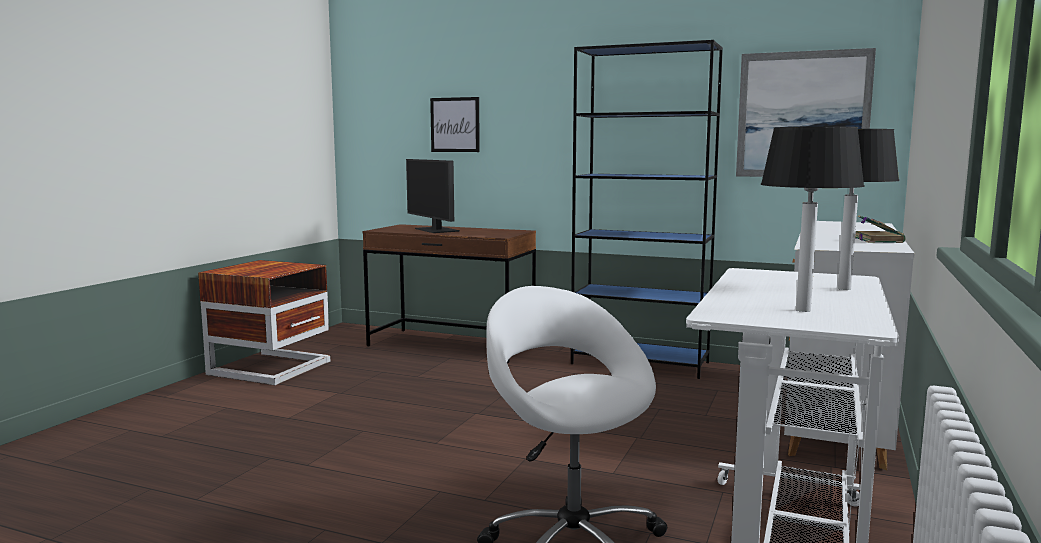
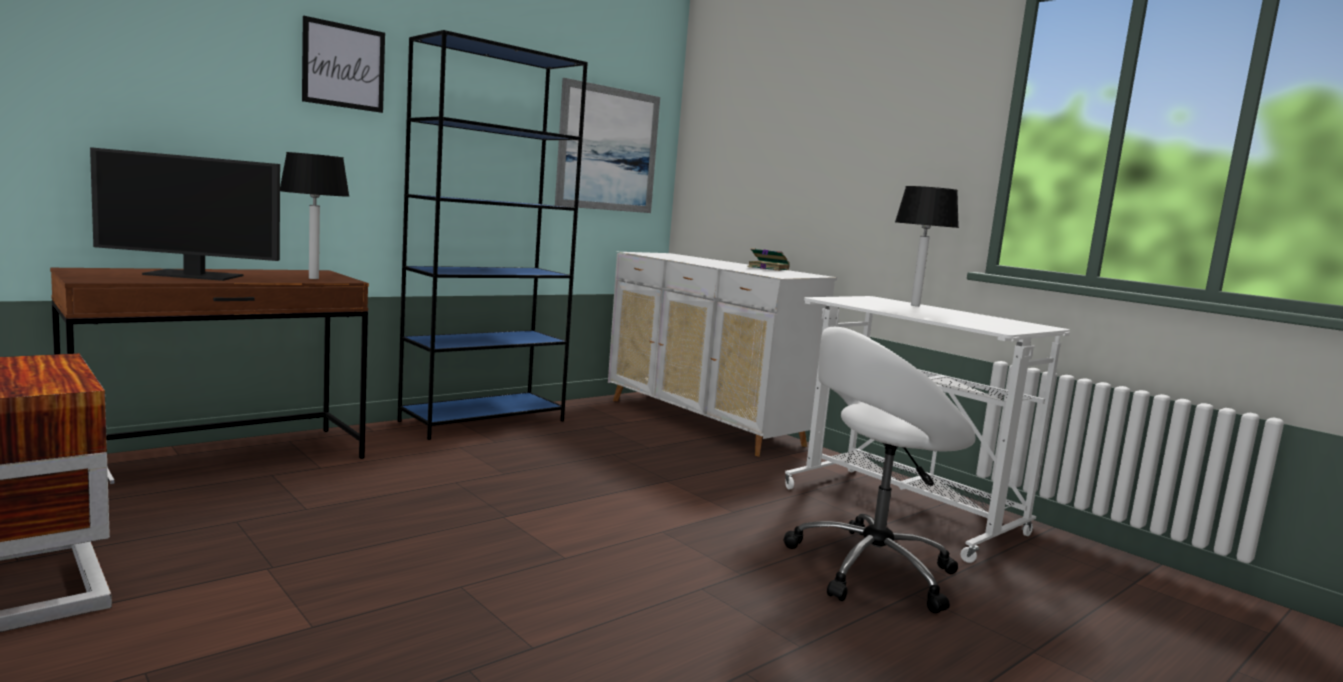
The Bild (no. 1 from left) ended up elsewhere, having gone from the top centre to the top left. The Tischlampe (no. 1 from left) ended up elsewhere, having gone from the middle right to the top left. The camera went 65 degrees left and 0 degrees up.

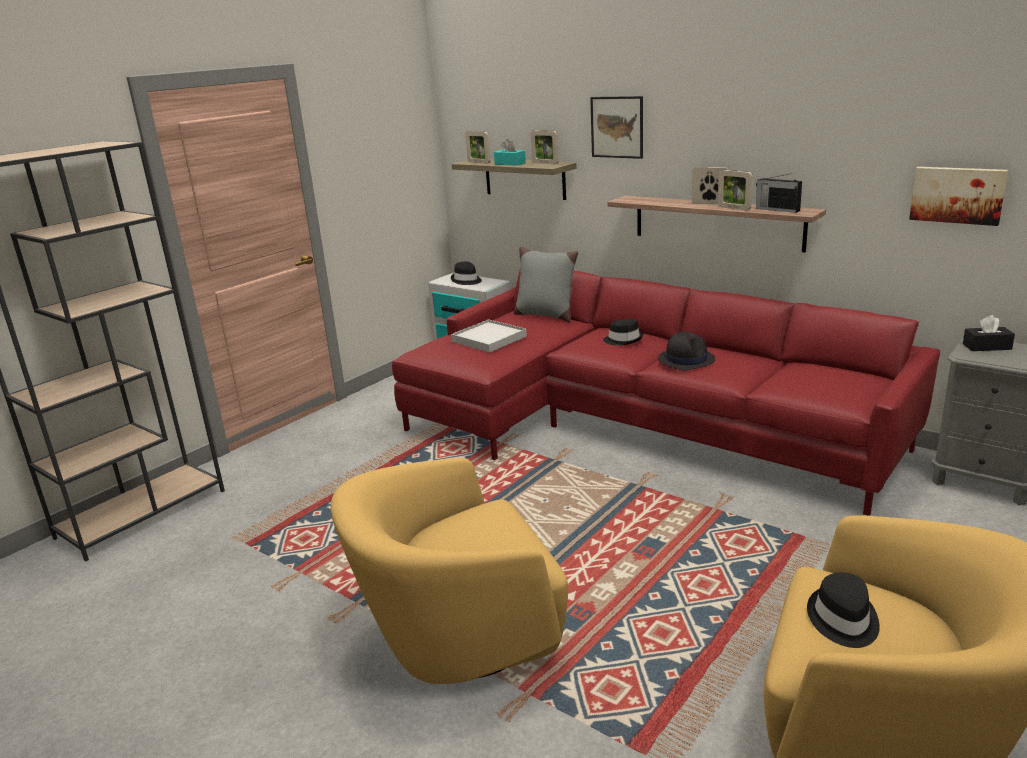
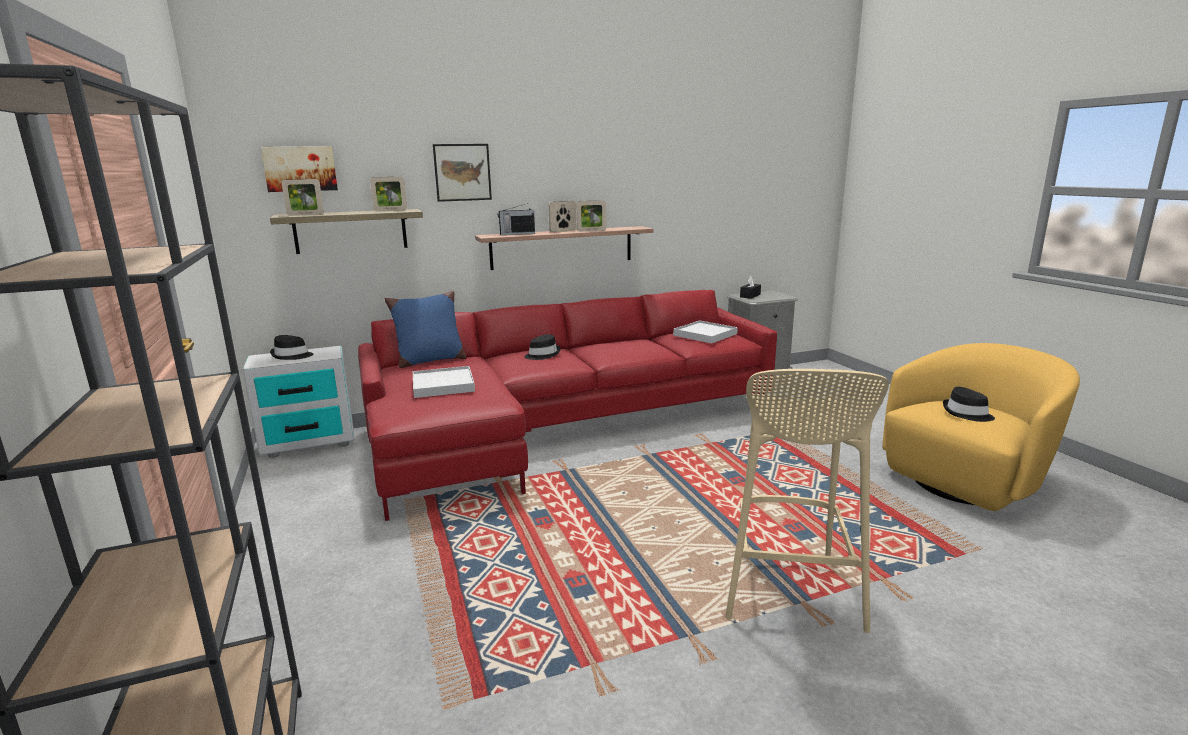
Where the Sessel [gelb] (no. 1 from left) stood at the bottom centre, the Hocker [beige] came to stand at the bottom right. The second view lost the Taschentuchbox [türkis] at the top centre. What was the Kissen [grau] at the centre turned into the Kissen [blau] at the centre. The second view lost the Hut [schwarz] (no. 3 from left) at the middle right. The Radio ended up elsewhere, having gone from the top right to the top centre. The Bild (no. 2 from left in the first image) ended up elsewhere, having gone from the top right to the top left. The second view gained the Tablett [weiß] (no. 2 from left) at the centre. The camera went 60 degrees left and 5 degrees down.

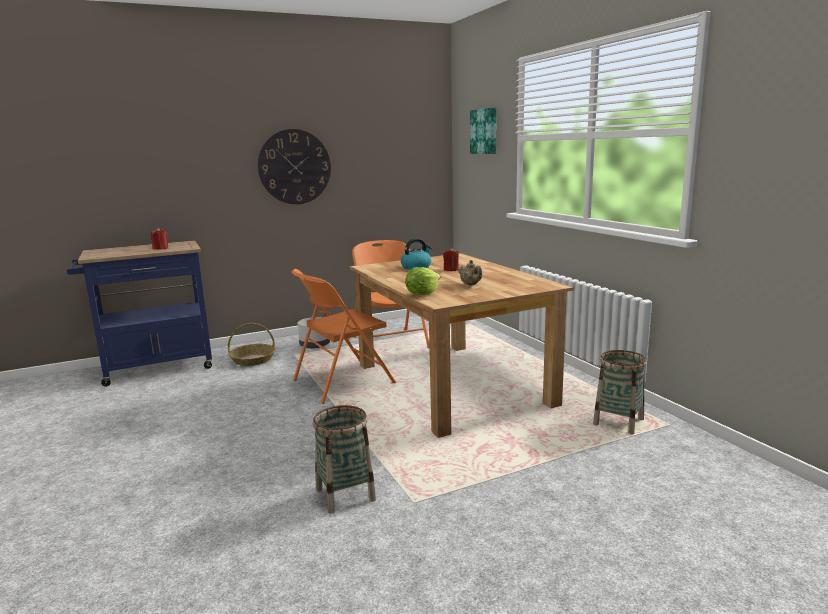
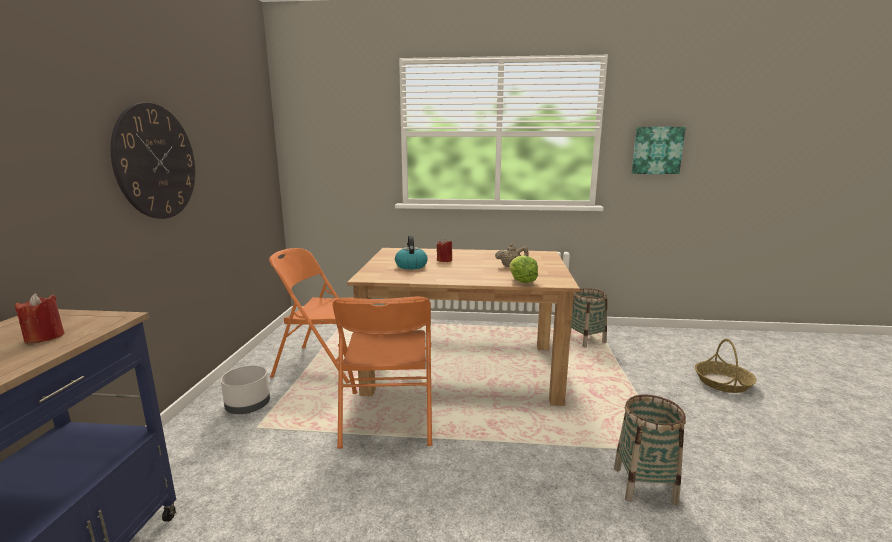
The Korb (no. 1 from left in the first image) ended up elsewhere, having gone from the middle left to the bottom right. The Bild ended up elsewhere, having gone from the top centre to the top right. The camera went 60 degrees left and 0 degrees up.

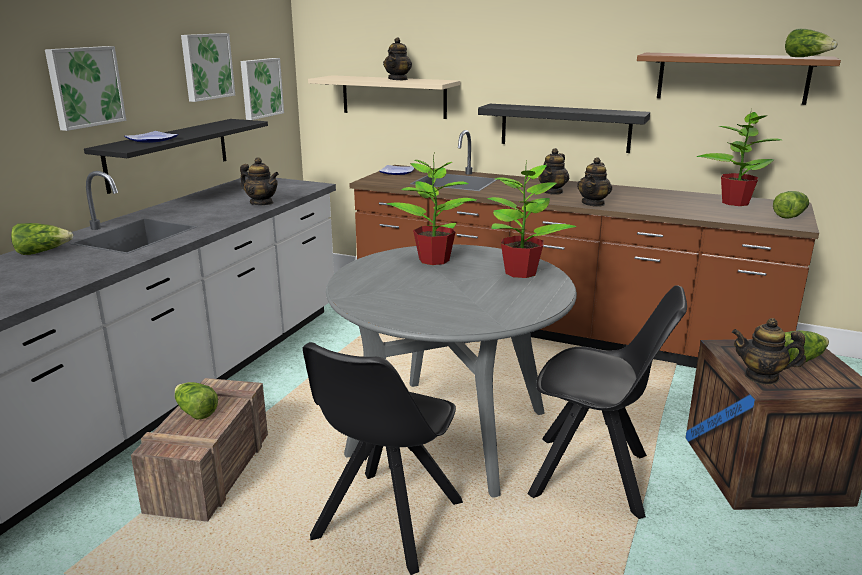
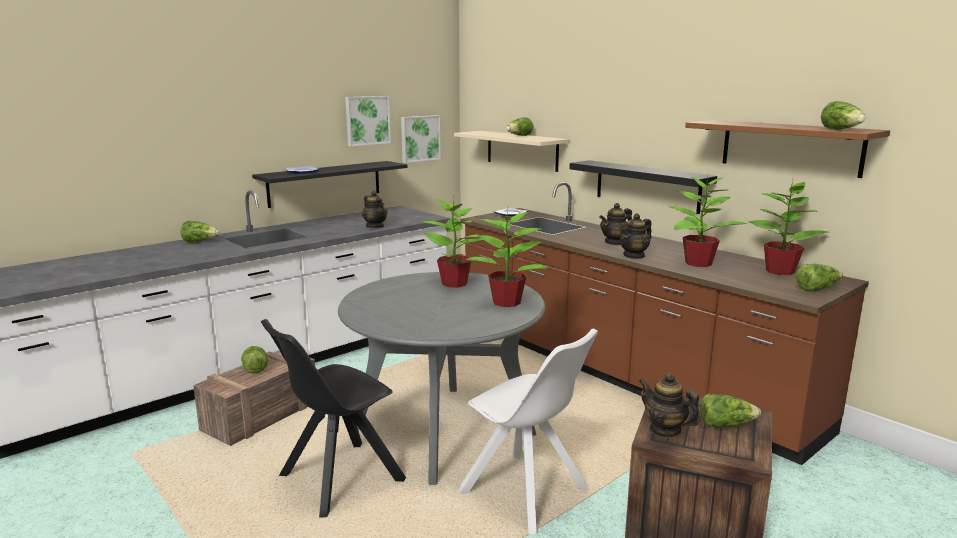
The second view lost the Bild (no. 1 from left) at the top left. Where the Teekanne (no. 2 from left) stood at the top centre, the Salatkopf (no. 3 from left) came to stand at the top centre. What was the Stuhl [schwarz] (no. 2 from left) at the bottom right turned into the Stuhl [weiß] at the bottom centre. The second view gained the Topfpflanze (no. 3 from left) at the middle right. The camera went 25 degrees right and 5 degrees down.

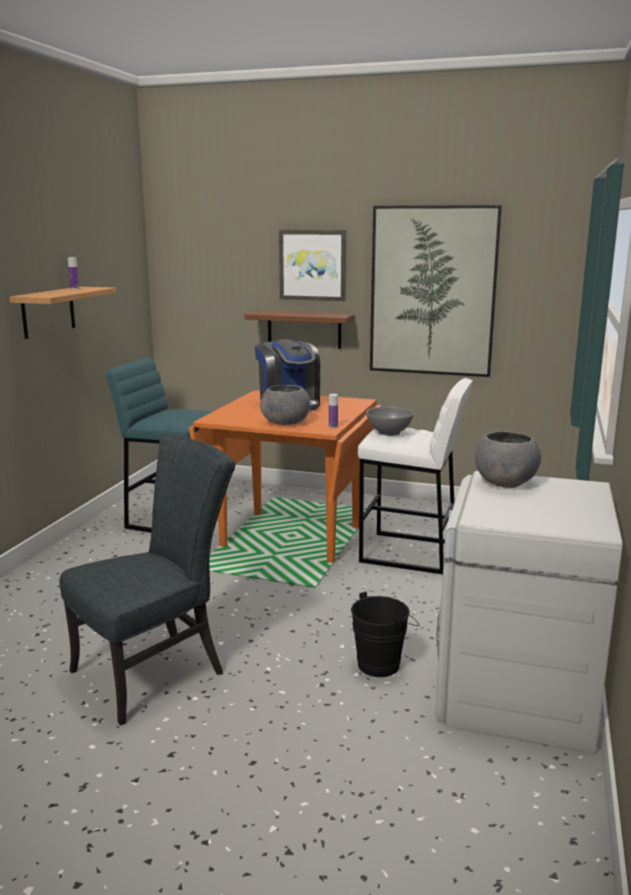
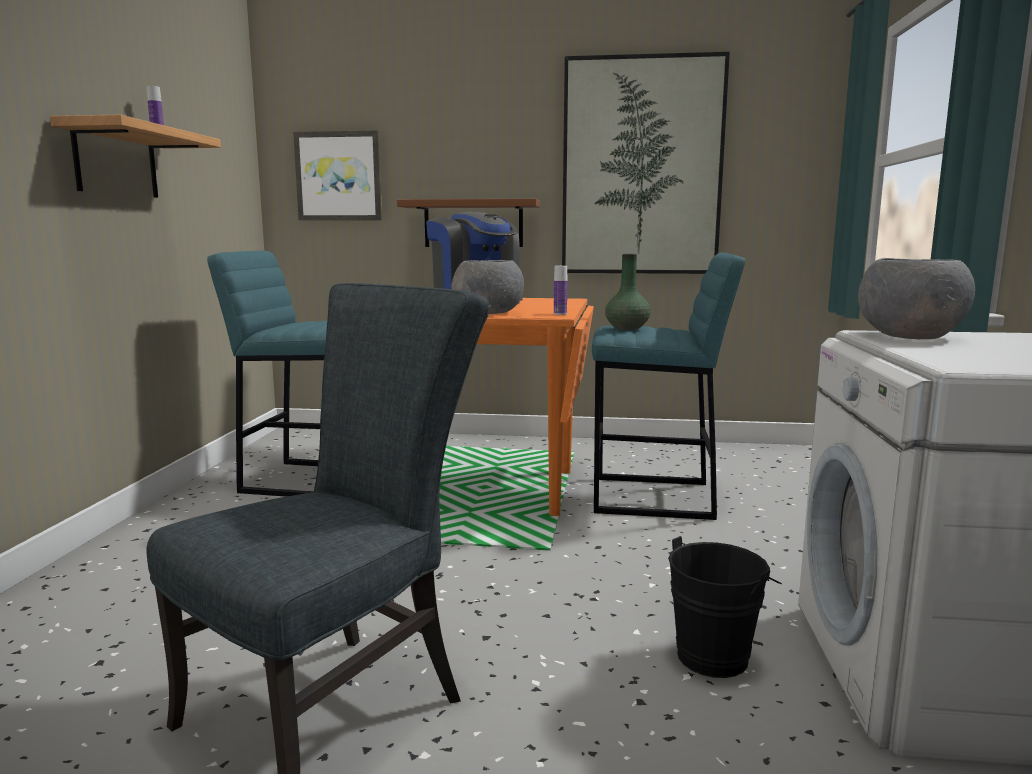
The Bild (no. 1 from left) ended up elsewhere, having gone from the top centre to the top left. What was the Hocker [weiß] at the centre turned into the Hocker [türkis] (no. 2 from left) at the centre. Where the Schüssel [grau] (no. 2 from left) stood at the centre, the Vase [grün] came to stand at the centre. The camera went 10 degrees left and 5 degrees down.

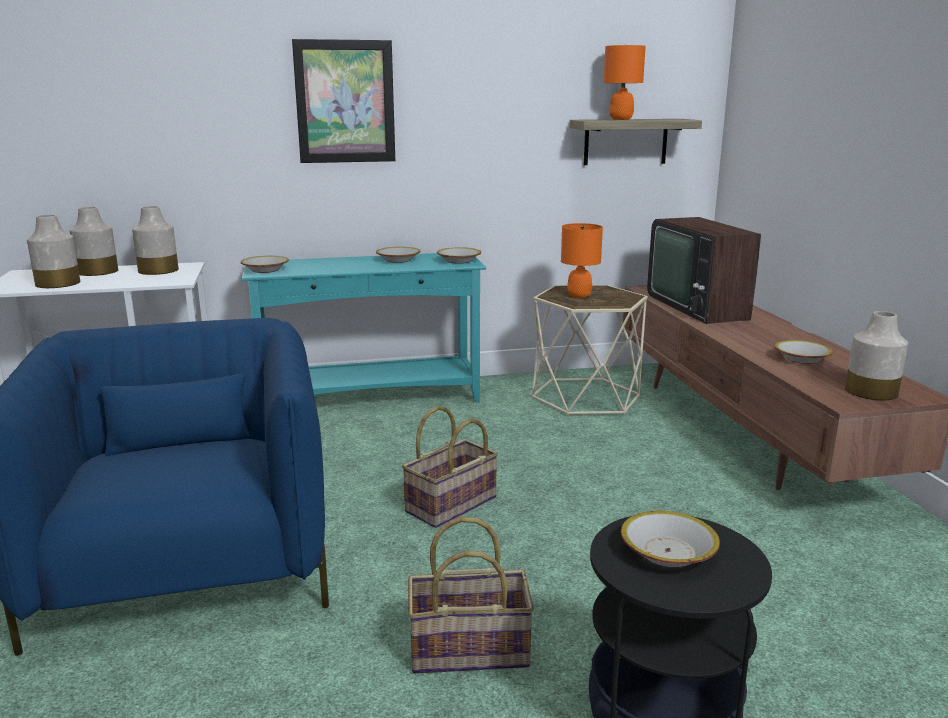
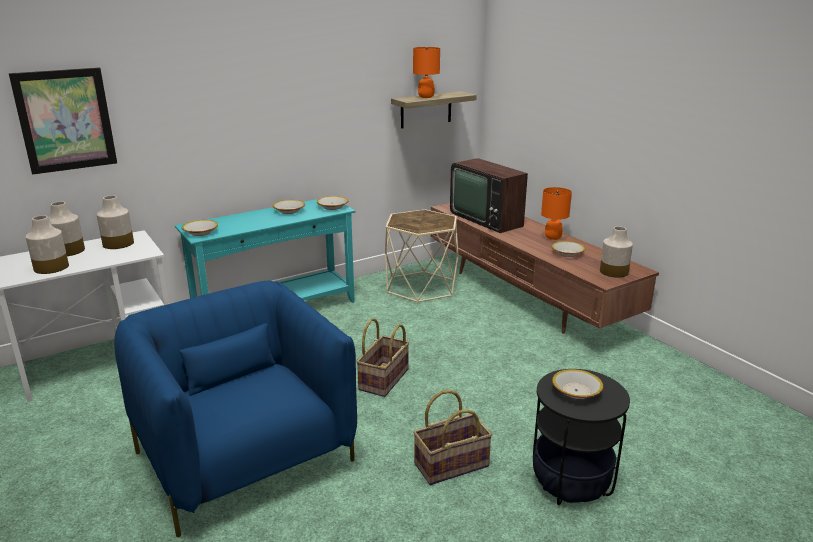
The Bild ended up elsewhere, having gone from the top centre to the top left. The Tischlampe [orange] (no. 1 from left in the first image) ended up elsewhere, having gone from the centre to the middle right. The camera went 20 degrees left and 5 degrees up.

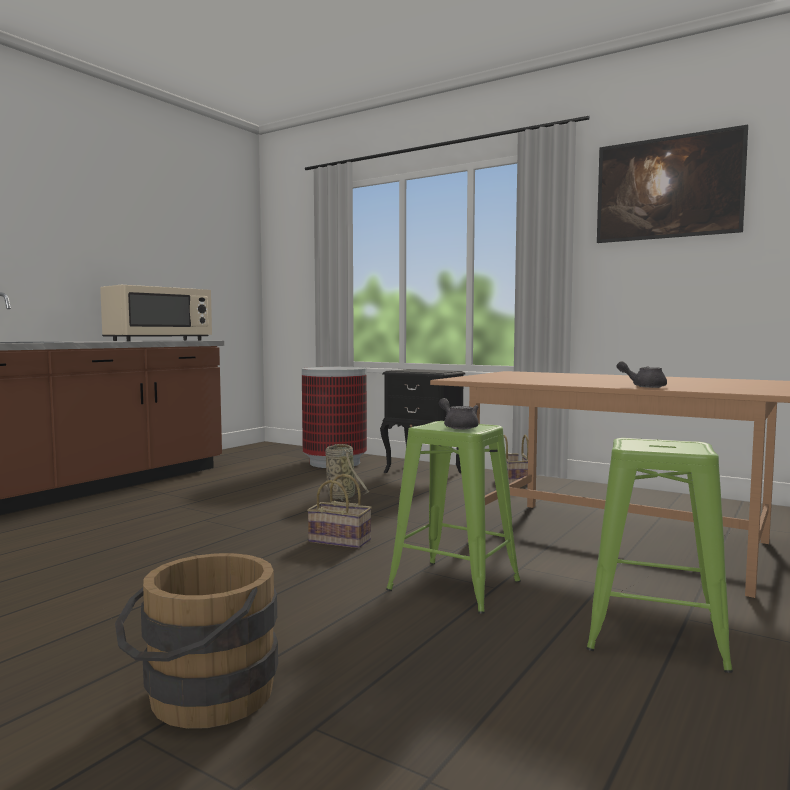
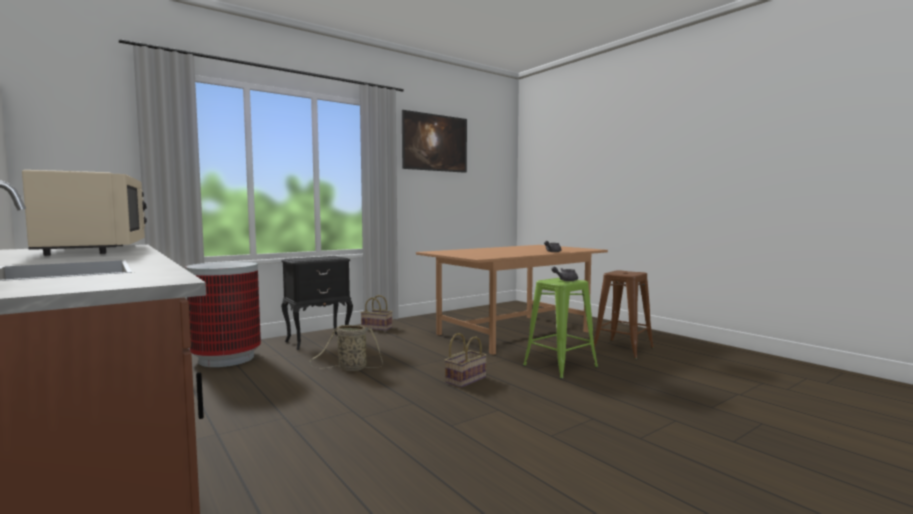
The second view lost the Eimer [braun] at the bottom left. What was the Hocker [grün] (no. 2 from left) at the bottom right turned into the Hocker [braun] at the middle right. The camera went 70 degrees left and 0 degrees up.

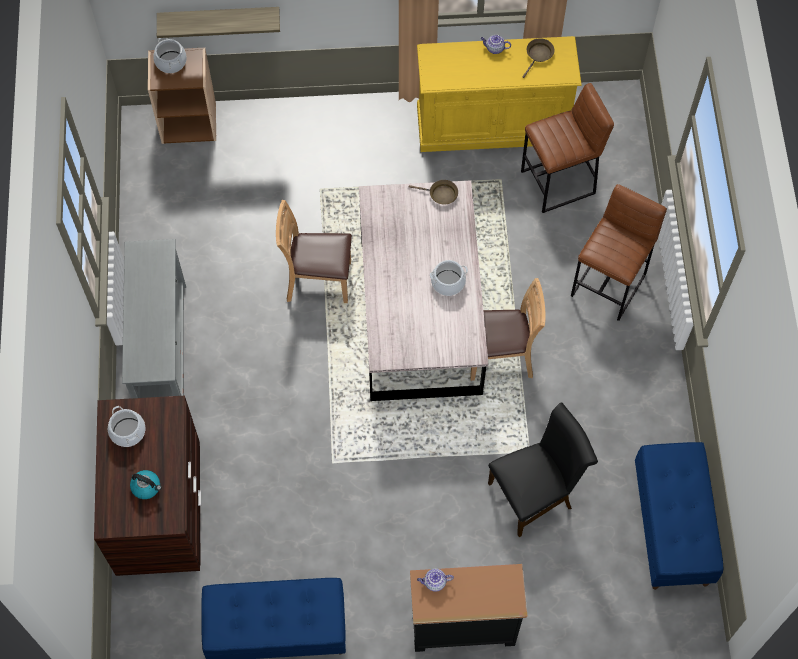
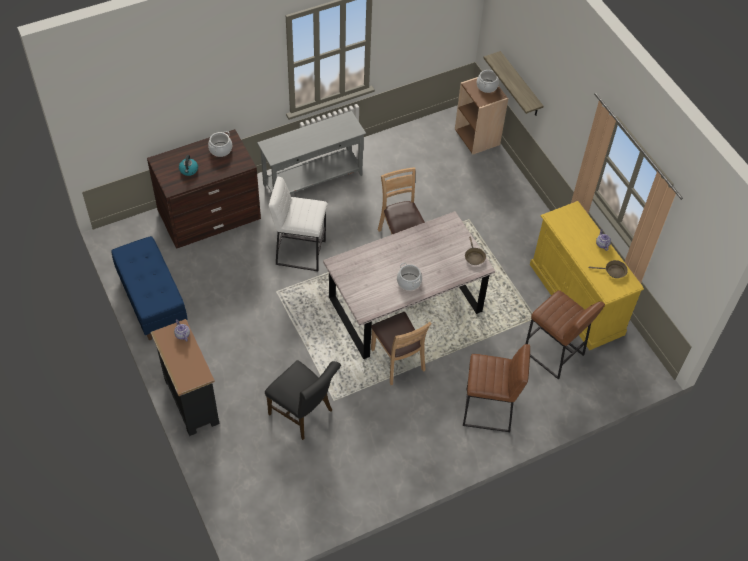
The second view lost the Bank [blau] (no. 2 from left) at the bottom right. The second view gained the Hocker [weiß] at the centre. The camera went 65 degrees right and 10 degrees down.

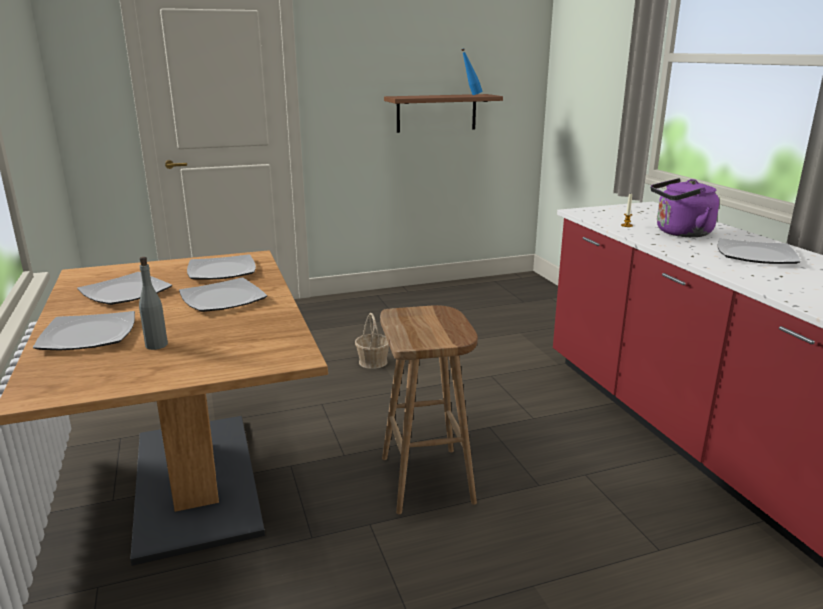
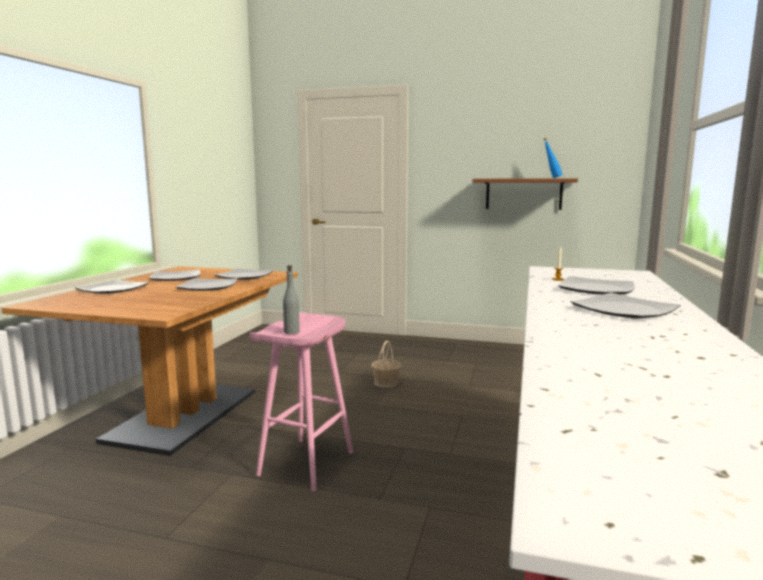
The Flasche [grau] ended up elsewhere, having gone from the middle left to the centre. What was the Hocker [braun] at the bottom centre turned into the Hocker [rosa] at the bottom centre. Where the Wasserkessel [lila] stood at the middle right, the Teller (no. 5 from left) came to stand at the middle right. The camera went 35 degrees right and 10 degrees down.

